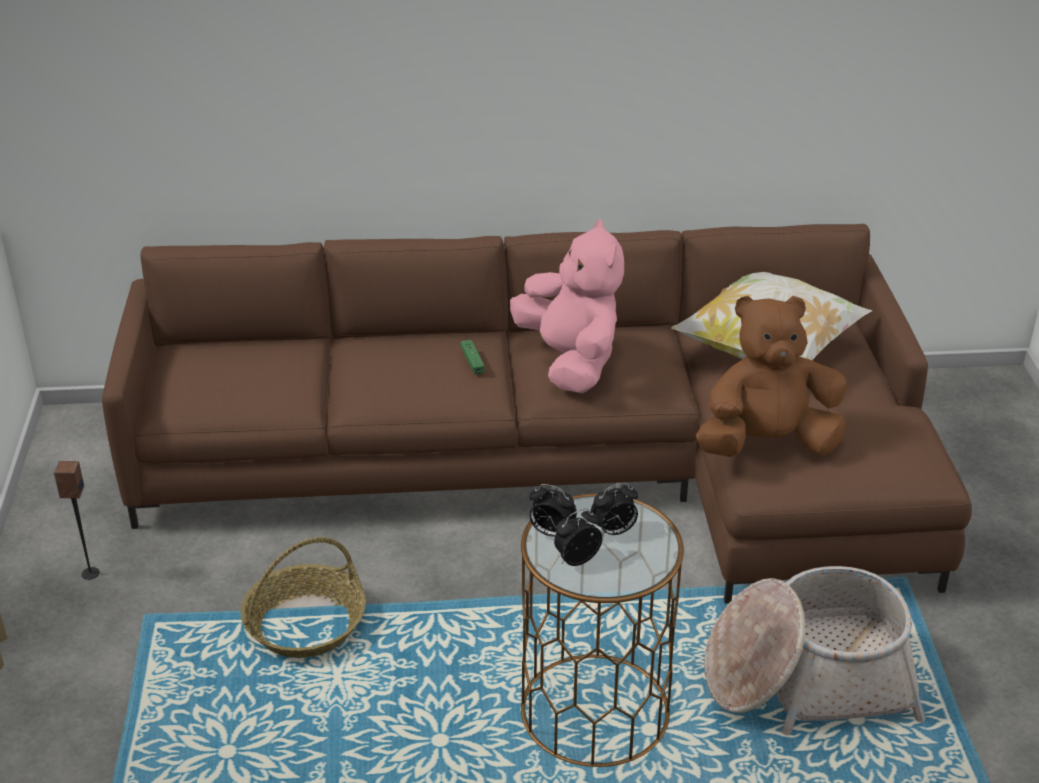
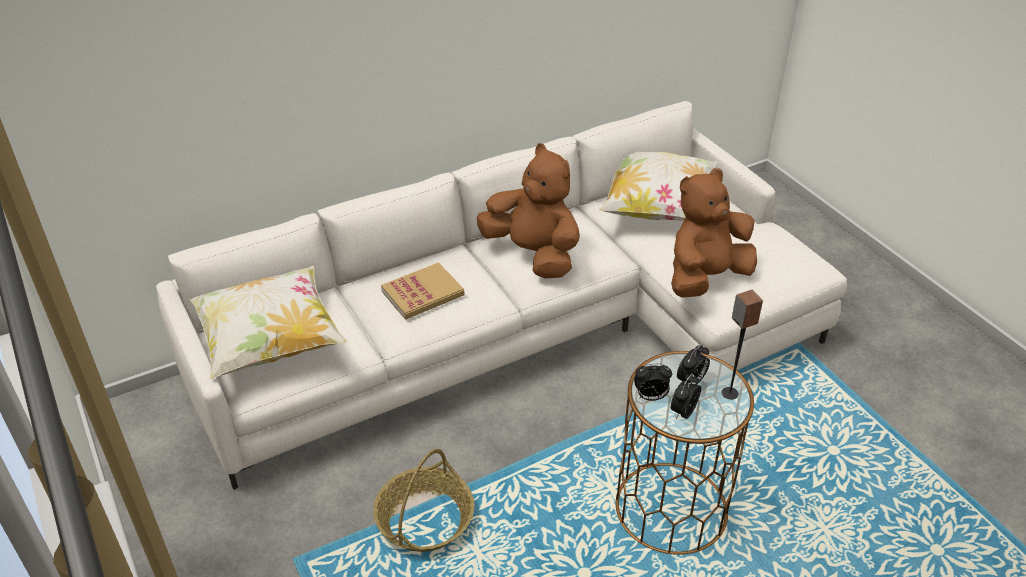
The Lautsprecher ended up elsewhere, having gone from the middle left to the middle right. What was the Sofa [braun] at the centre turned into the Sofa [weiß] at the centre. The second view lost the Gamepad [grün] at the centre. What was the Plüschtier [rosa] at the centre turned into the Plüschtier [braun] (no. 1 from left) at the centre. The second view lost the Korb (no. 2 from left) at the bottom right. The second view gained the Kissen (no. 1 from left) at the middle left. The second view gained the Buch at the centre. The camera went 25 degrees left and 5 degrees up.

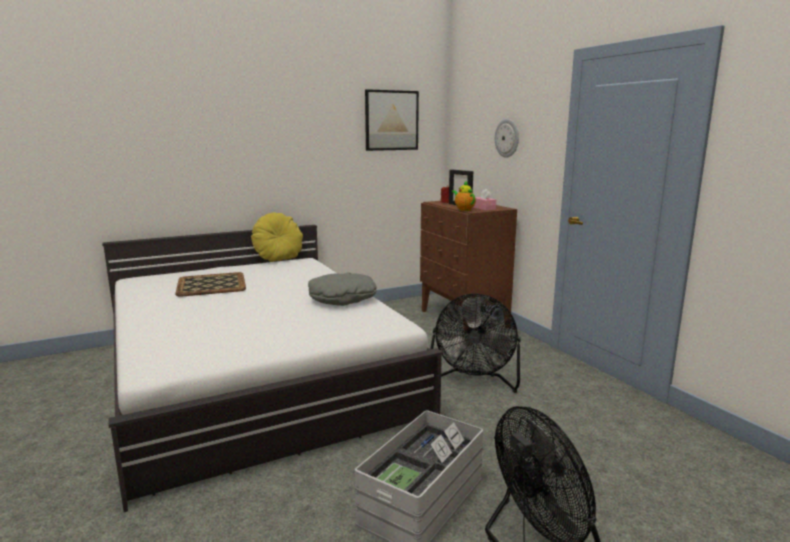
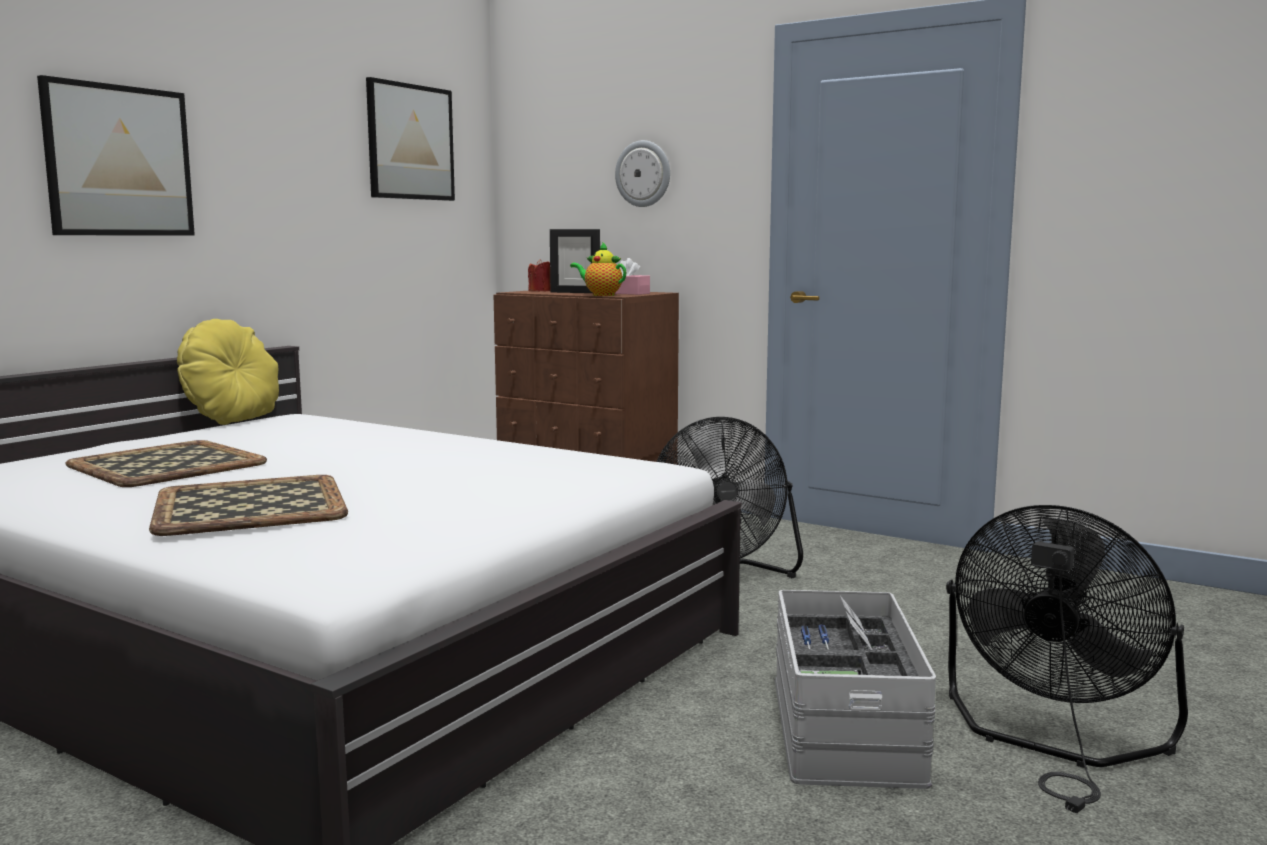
The second view lost the Kissen [grau] at the centre. The second view gained the Bild (no. 1 from left) at the top left. The second view gained the Tablett (no. 2 from left) at the middle left. The camera went 30 degrees left and 5 degrees down.

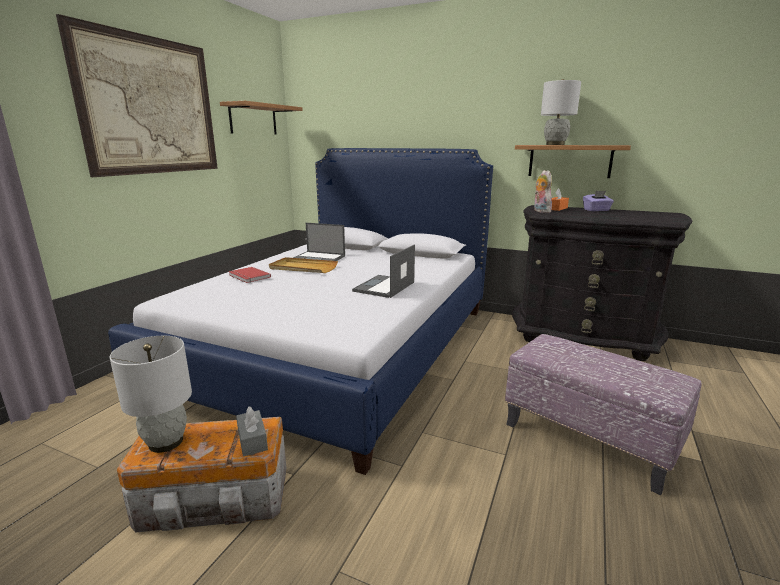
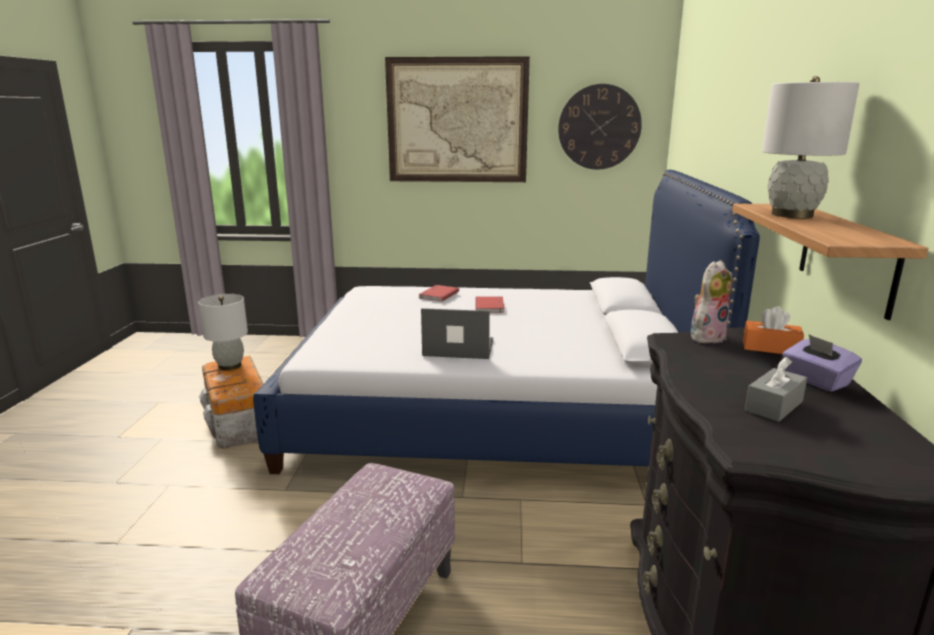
Where the Wandregal (no. 1 from left) hung at the top centre, the Wanduhr came to hang at the top centre. The Taschentuchbox [grau] ended up elsewhere, having gone from the bottom left to the middle right. Where the Tablett [beige] stood at the centre, the Buch [rot] (no. 2 from left) came to stand at the centre. The second view lost the Laptop (no. 1 from left) at the centre. The camera went 70 degrees right and 0 degrees up.

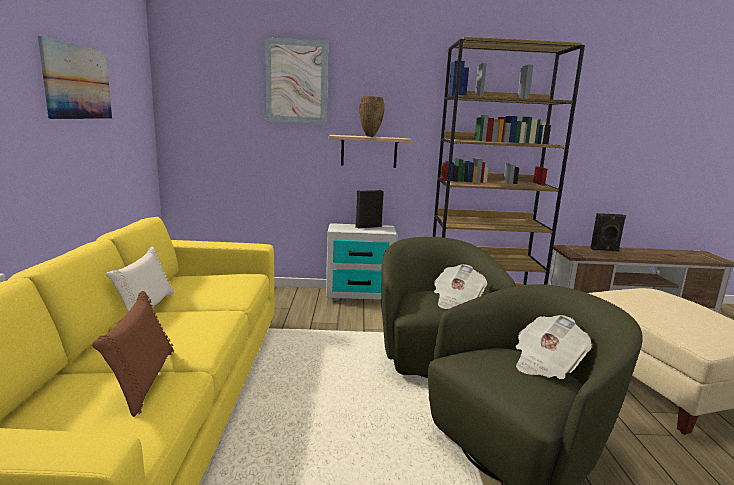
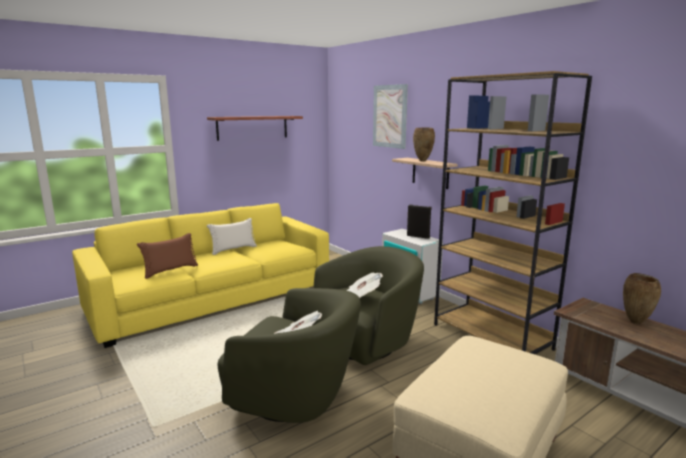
Where the Bild (no. 1 from left) hung at the top left, the Wandregal (no. 1 from left) came to hang at the top centre. Where the Lautsprecher [schwarz] (no. 2 from left) stood at the middle right, the Vase [braun] (no. 2 from left) came to stand at the middle right. The camera went 55 degrees right and 0 degrees up.

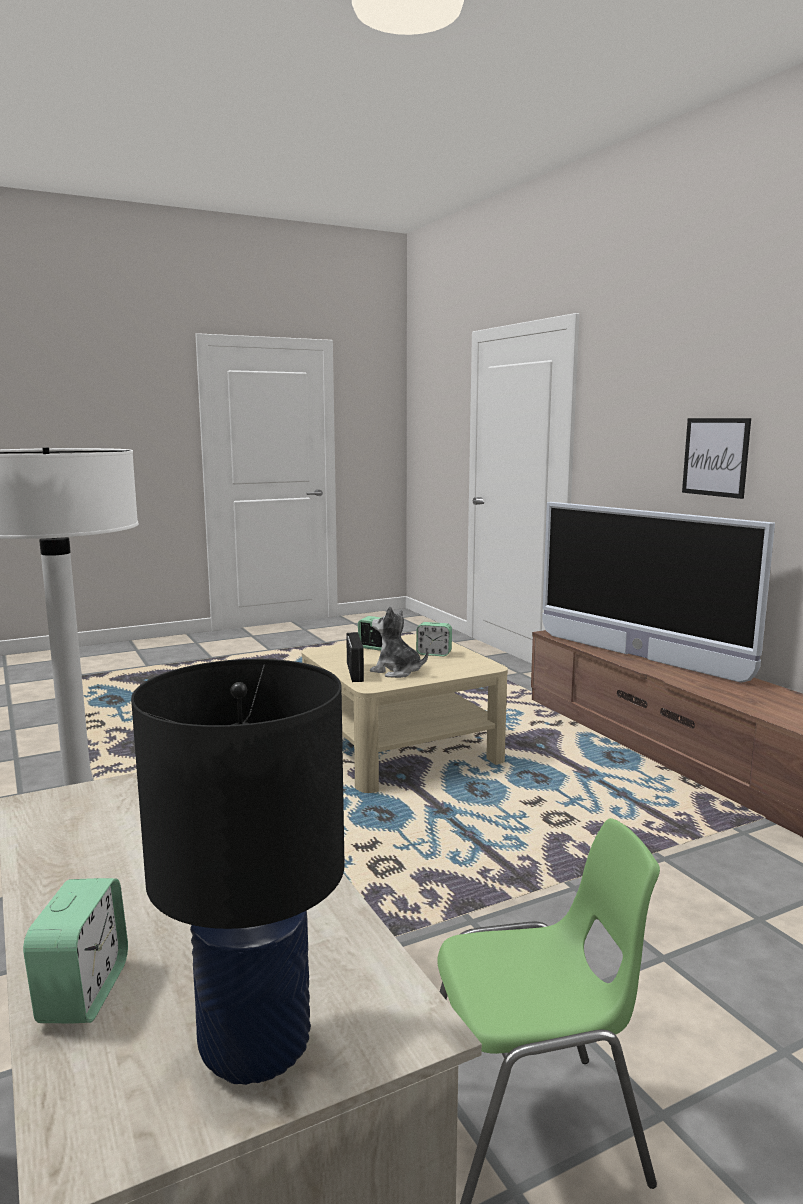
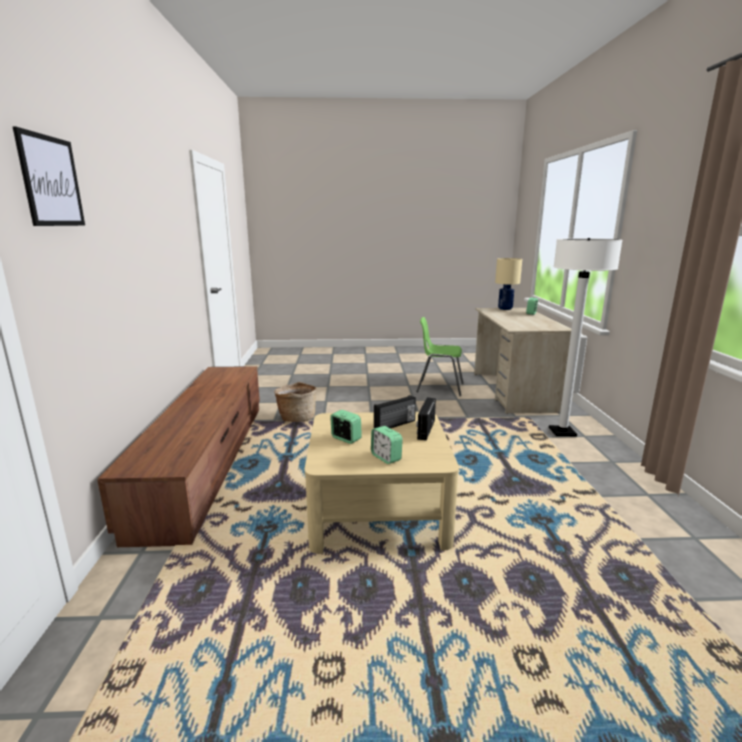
What was the Tischlampe [schwarz] at the bottom left turned into the Tischlampe [beige] at the middle right. Where the Plüschtier stood at the centre, the Radio (no. 1 from left) came to stand at the centre. The second view lost the Fernseher at the middle right. The Bild ended up elsewhere, having gone from the middle right to the top left. The second view gained the Korb at the centre. The camera went 155 degrees left and 5 degrees up.

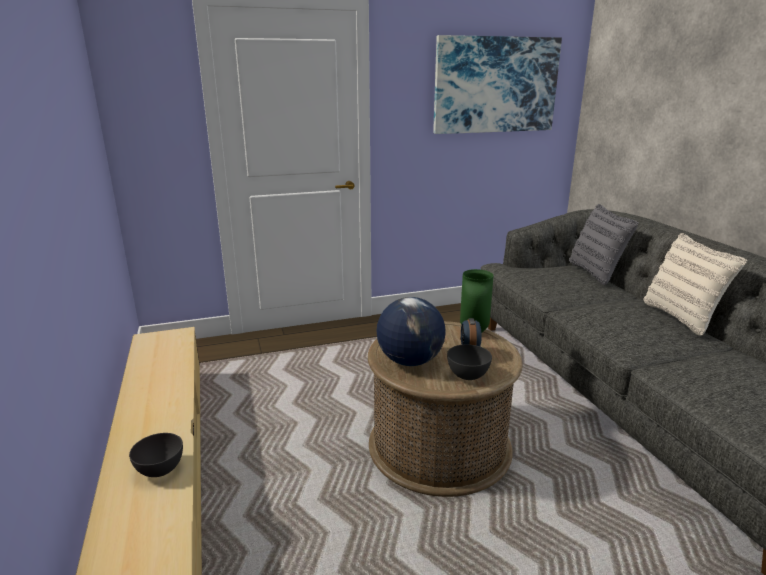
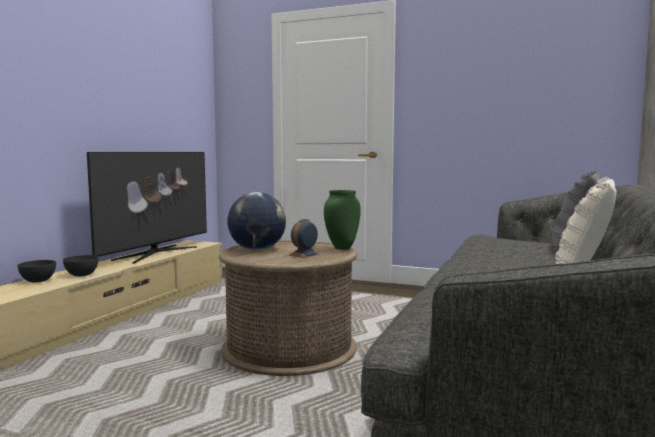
The second view lost the Bild at the top centre. The Schüssel [grau] (no. 2 from left in the first image) ended up elsewhere, having gone from the centre to the middle left. The second view gained the Fernseher at the middle left. The camera went 40 degrees right and 15 degrees down.

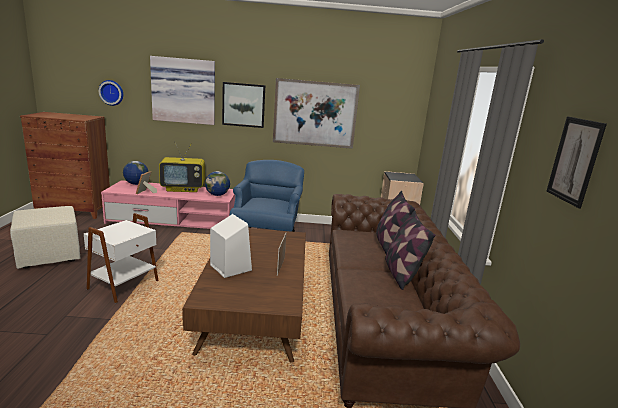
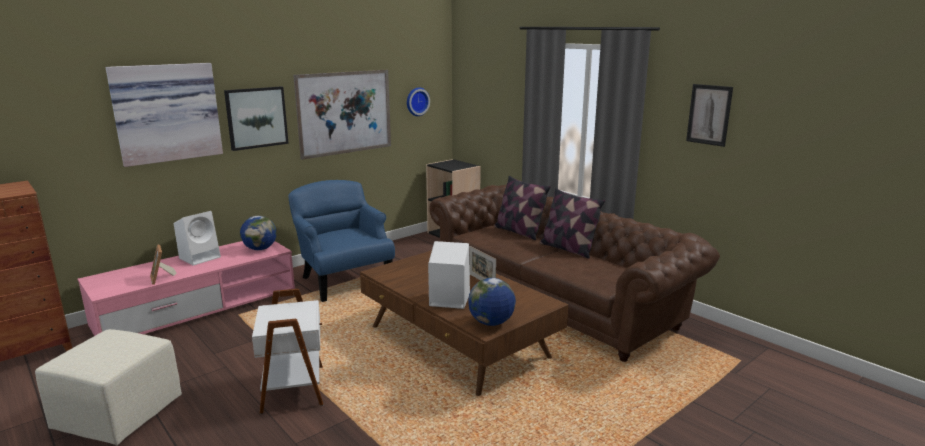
The Wanduhr ended up elsewhere, having gone from the top left to the top centre. The Globus (no. 1 from left in the first image) ended up elsewhere, having gone from the middle left to the bottom centre. Where the Fernseher stood at the middle left, the Lautsprecher [weiß] (no. 1 from left) came to stand at the middle left. The camera went 40 degrees left and 0 degrees up.

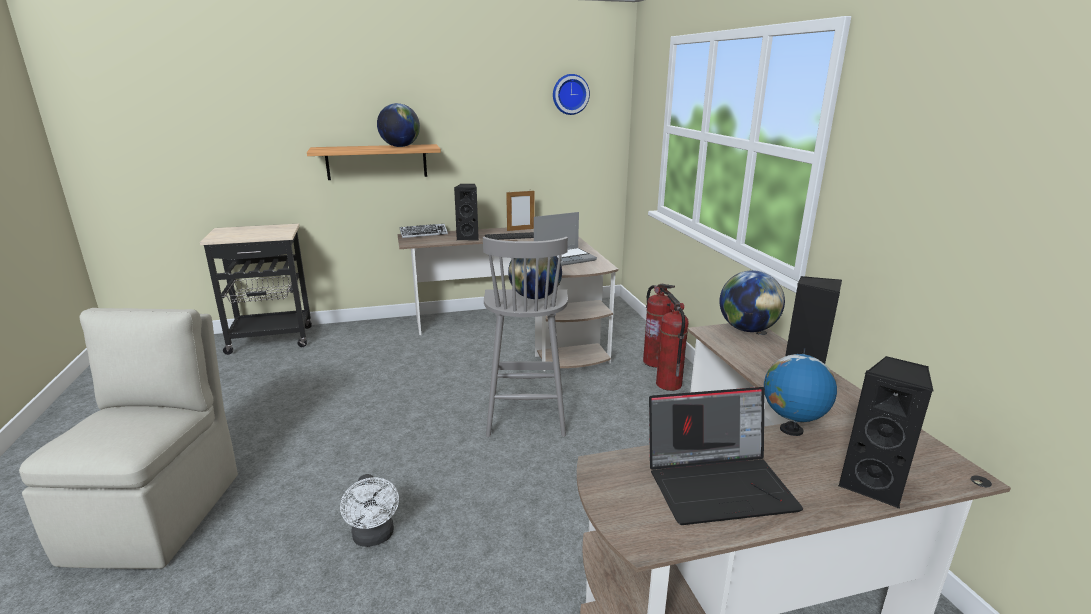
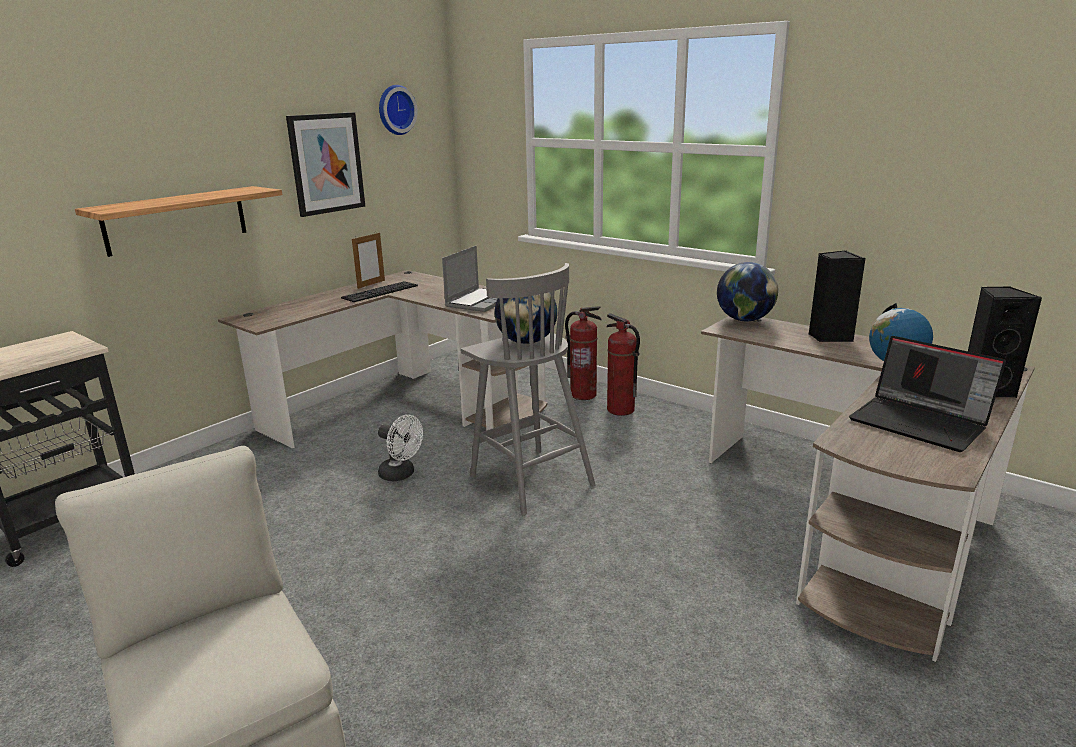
The Ventilator [weiß] ended up elsewhere, having gone from the bottom centre to the centre. The second view lost the Globus (no. 1 from left) at the top centre. The second view lost the Tastatur (no. 1 from left) at the centre. The second view lost the Lautsprecher [schwarz] (no. 1 from left) at the centre. The Laptop (no. 2 from left) at the bottom centre ended up facing another way, 90 degrees clockwise from before. The second view gained the Bild at the top left. The camera went 35 degrees left and 0 degrees up.

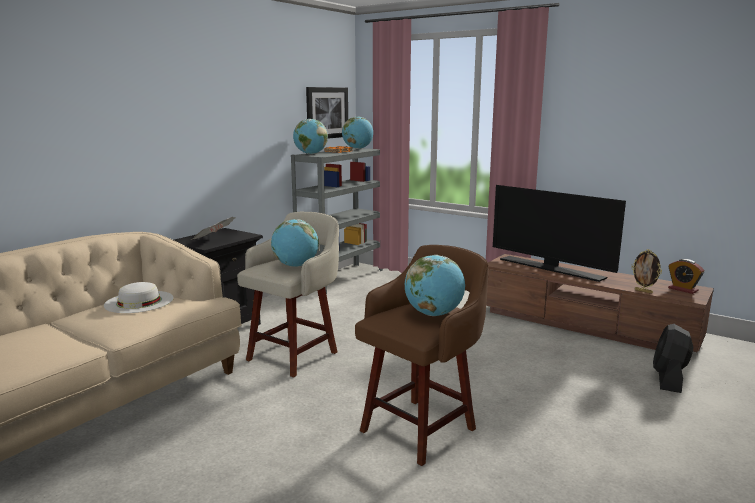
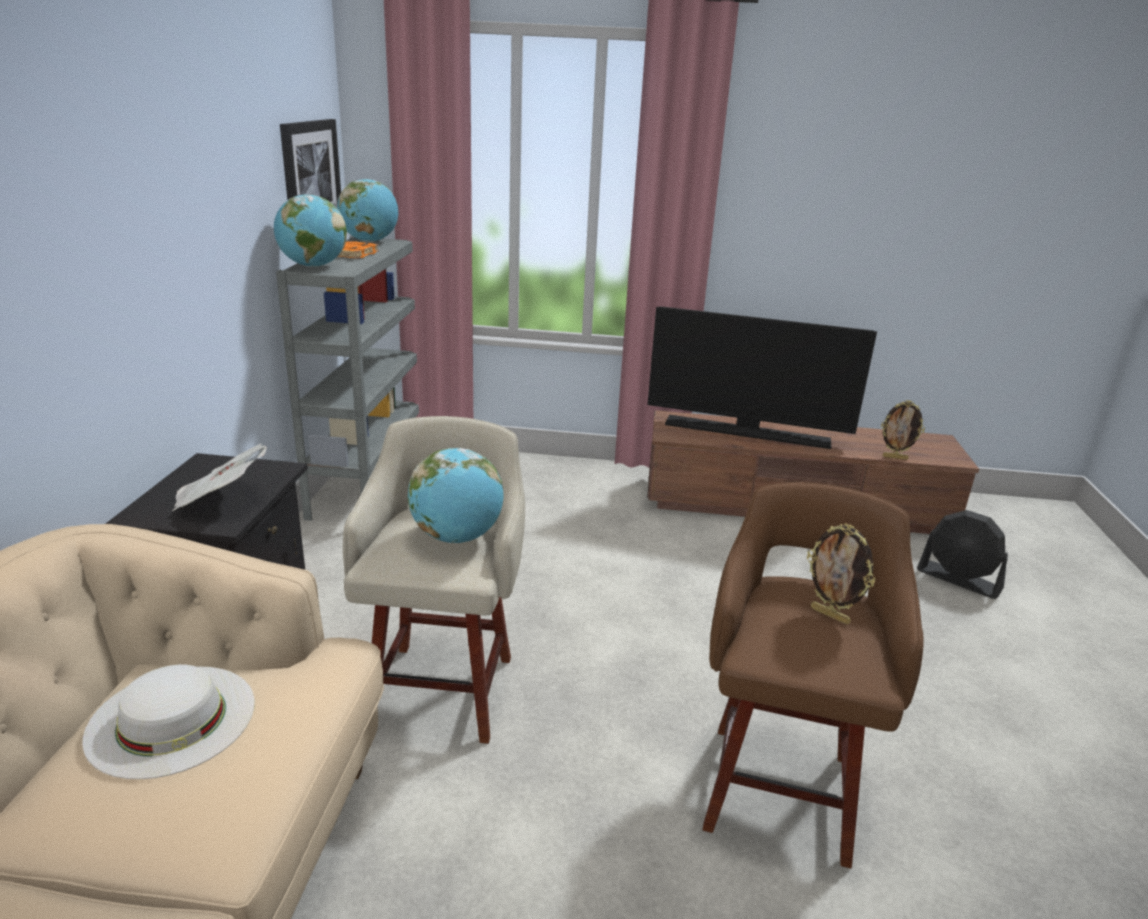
Where the Globus (no. 4 from left) stood at the centre, the Bilderrahmen (no. 1 from left) came to stand at the middle right. The Ventilator [schwarz] at the bottom right ended up facing another way, 45 degrees counterclockwise from before. The second view lost the Wecker at the middle right. The camera went 30 degrees left and 10 degrees up.

